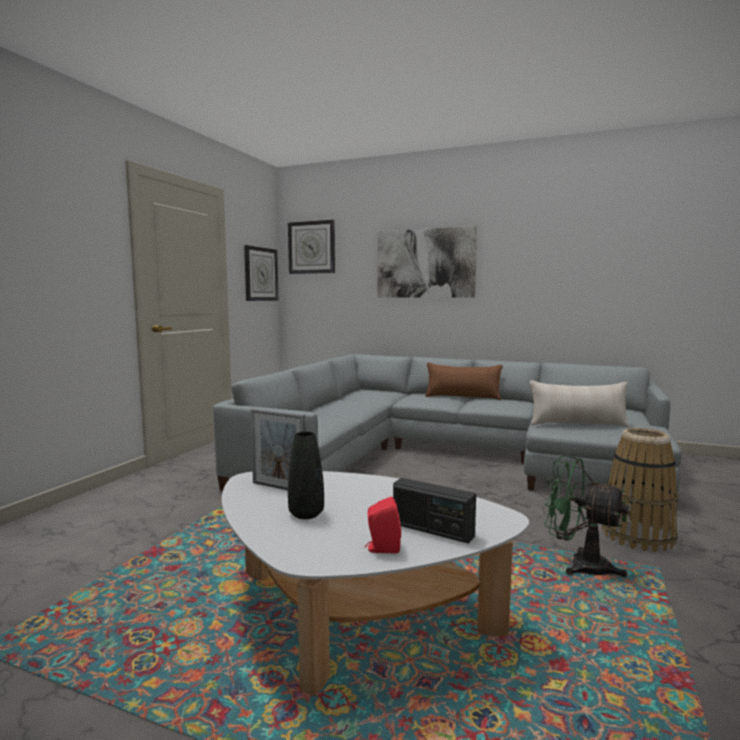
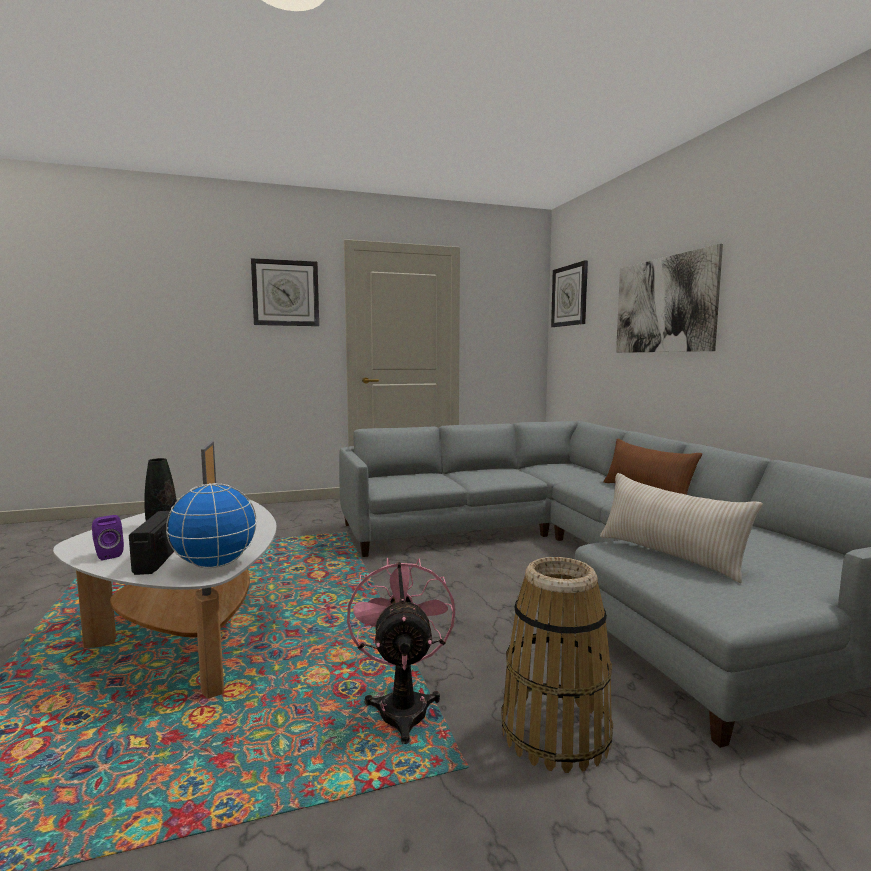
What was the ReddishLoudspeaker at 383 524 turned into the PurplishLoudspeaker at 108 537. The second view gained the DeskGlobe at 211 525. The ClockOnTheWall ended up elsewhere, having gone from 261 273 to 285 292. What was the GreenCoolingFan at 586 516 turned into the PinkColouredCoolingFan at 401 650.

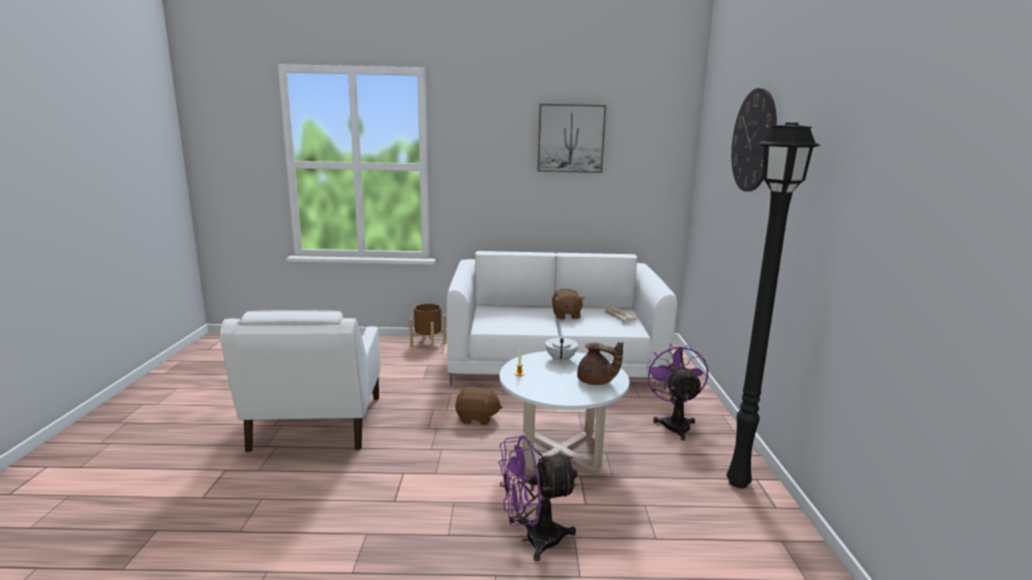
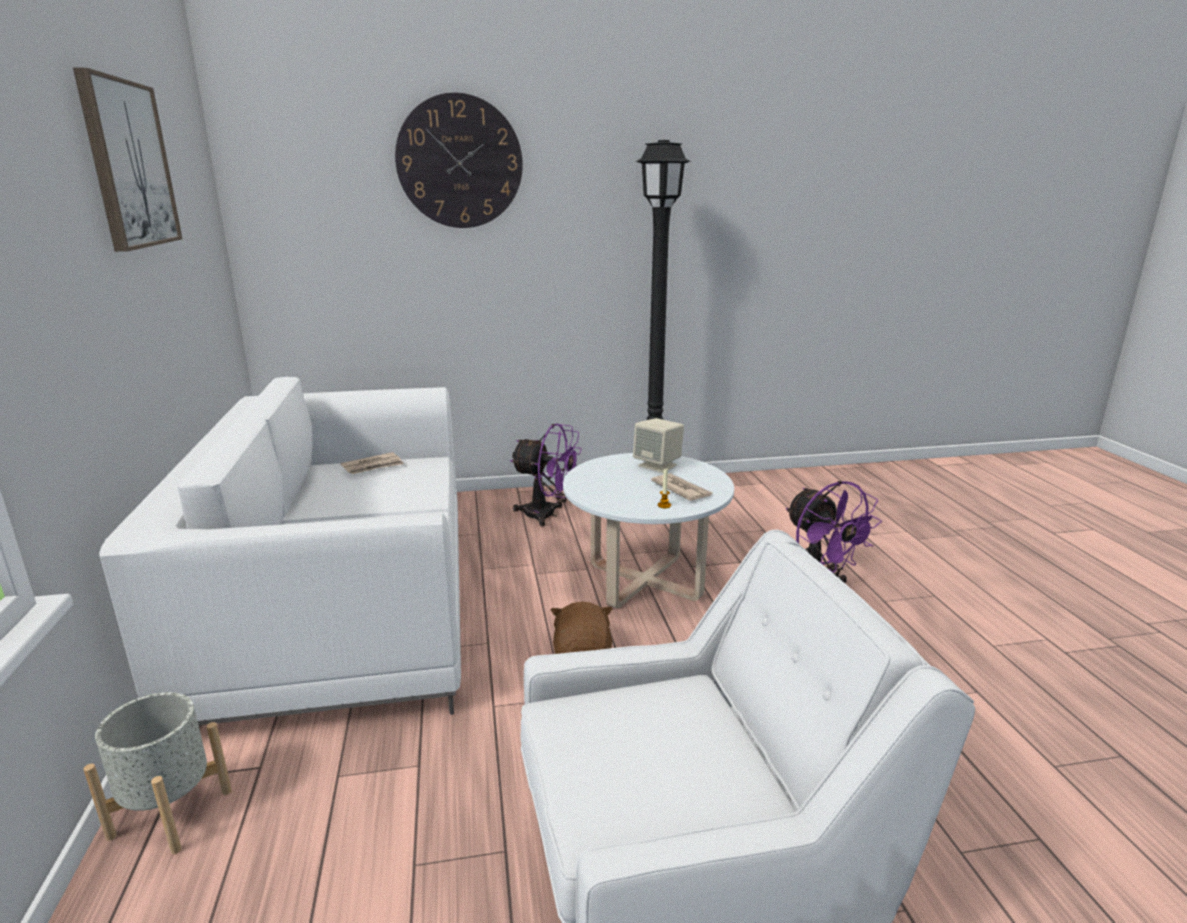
What was the BrownColouredFlowerPot at 427 327 turned into the GreyishFlowerPot at 157 773. The PurplishCoolingFan at 677 392 ended up facing another way, 150 degrees counterclockwise from before. Where the BrownColouredPotForTea stood at 600 363, the BeigeColouredLoudspeaker came to stand at 658 445. The second view gained the Newspaper at 681 487. The second view lost the WhitishPotForTea at 561 349. The second view lost the BrownColouredPlushToy at 568 304.

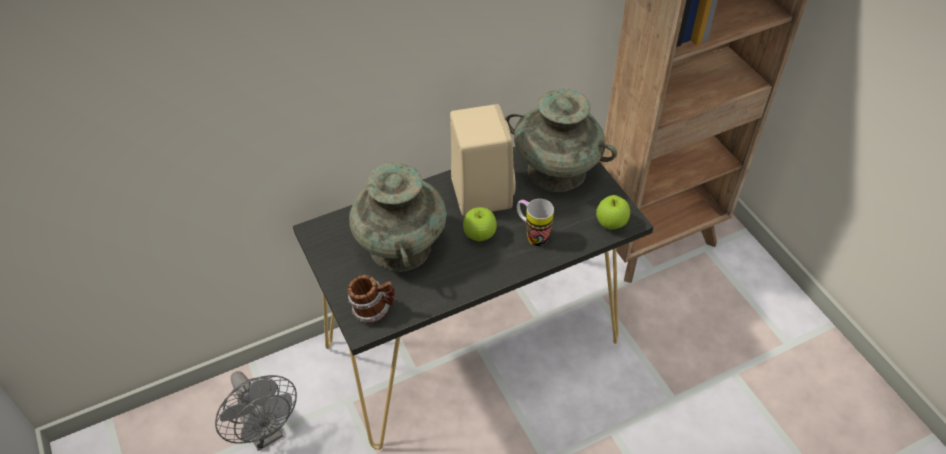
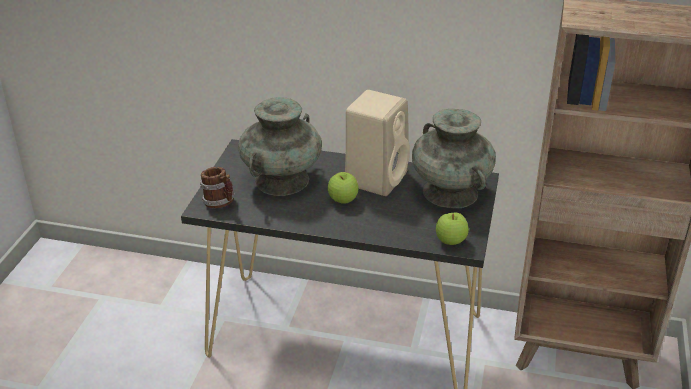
The second view lost the GreyishCoolingFan at 256 411. The second view lost the Mug at 535 222.

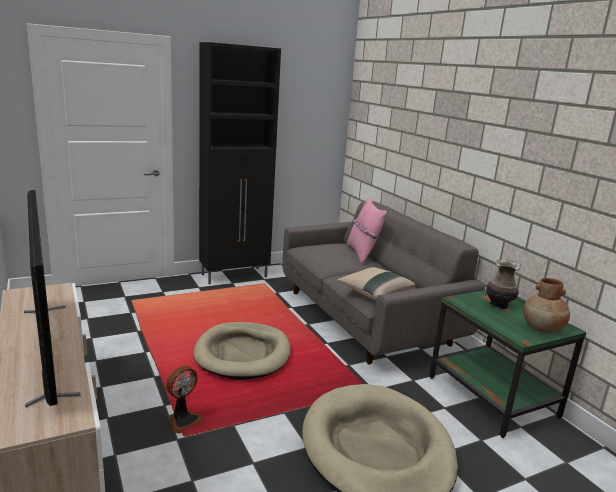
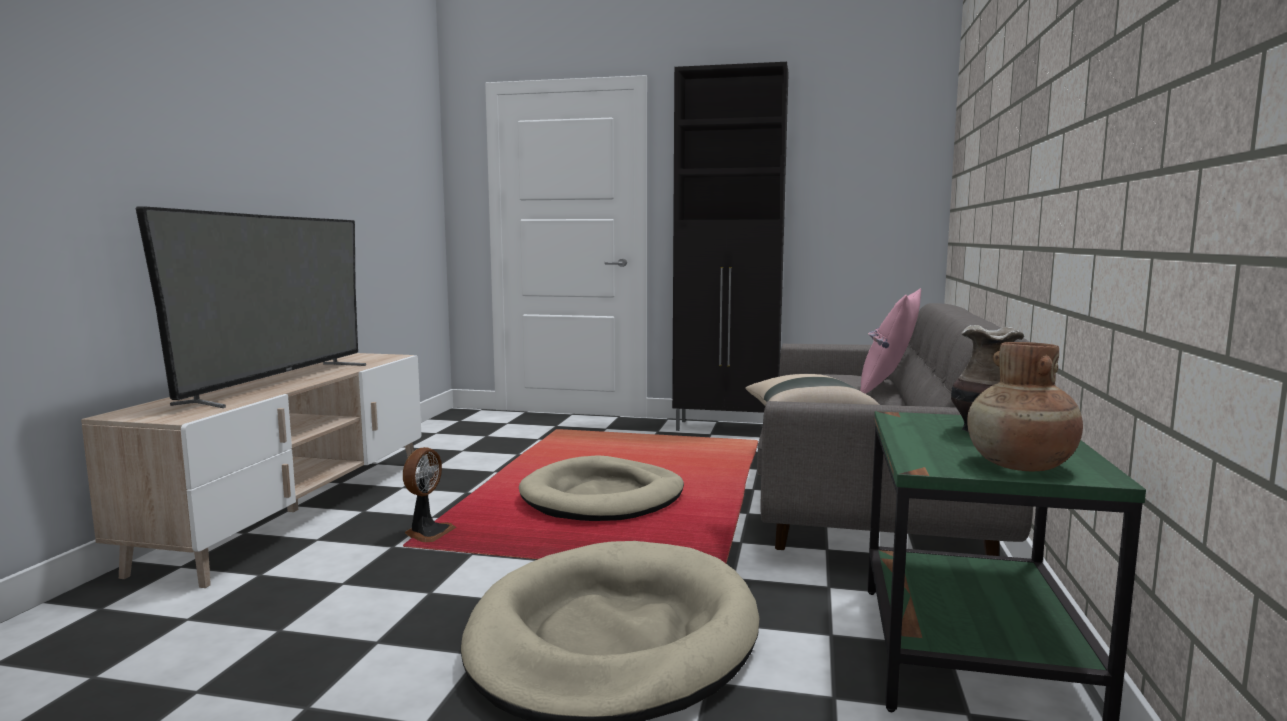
The CoolingFan at 184 399 ended up facing another way, 60 degrees counterclockwise from before.

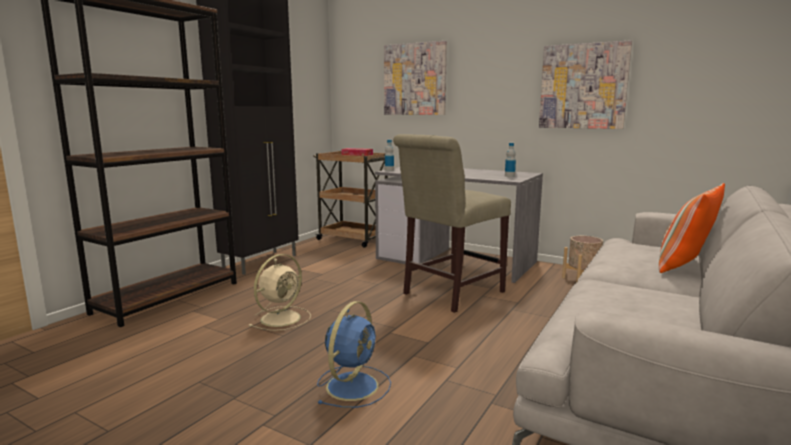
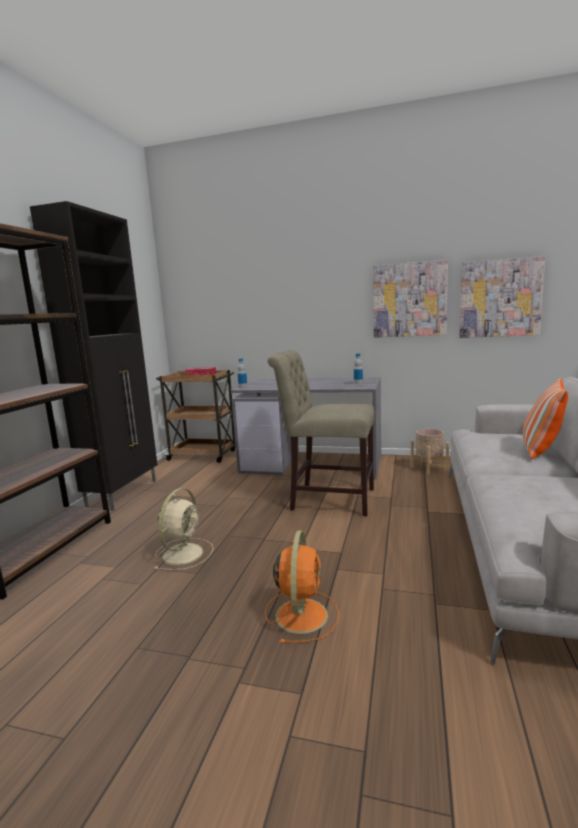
What was the BlueCoolingFan at 354 354 turned into the OrangeyCoolingFan at 302 587. The BeigeColouredPlainChair at 452 223 ended up facing another way, 75 degrees clockwise from before. The WallArt ended up elsewhere, having gone from 415 78 to 502 297.

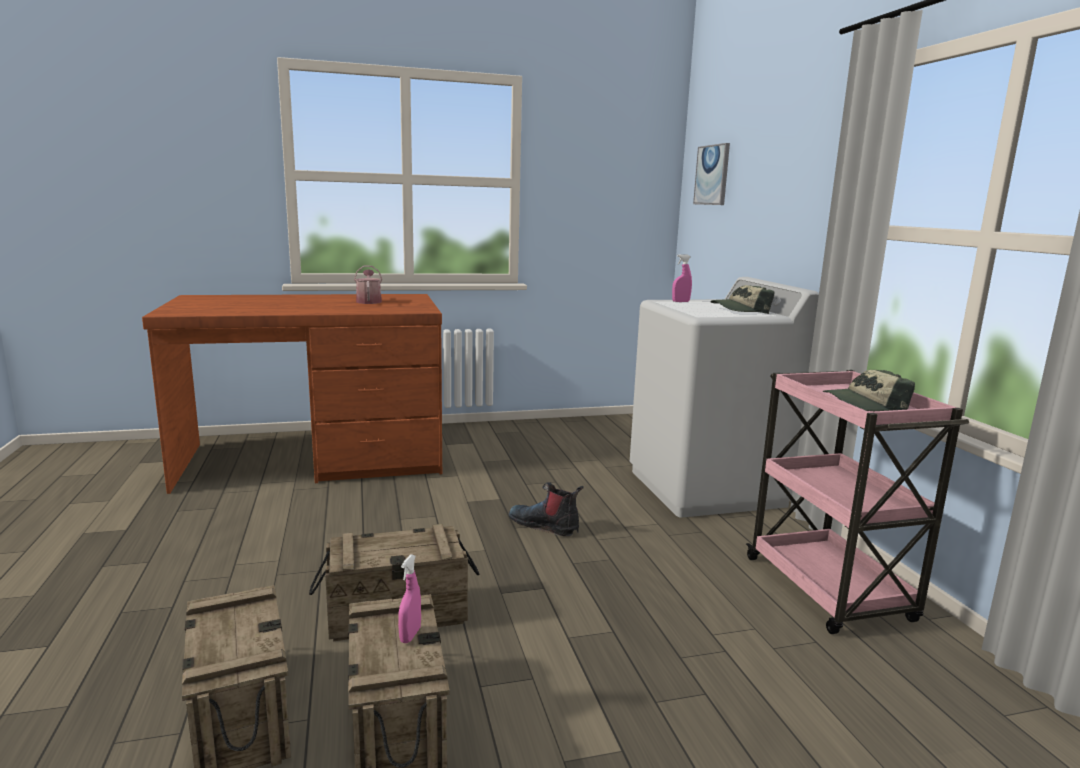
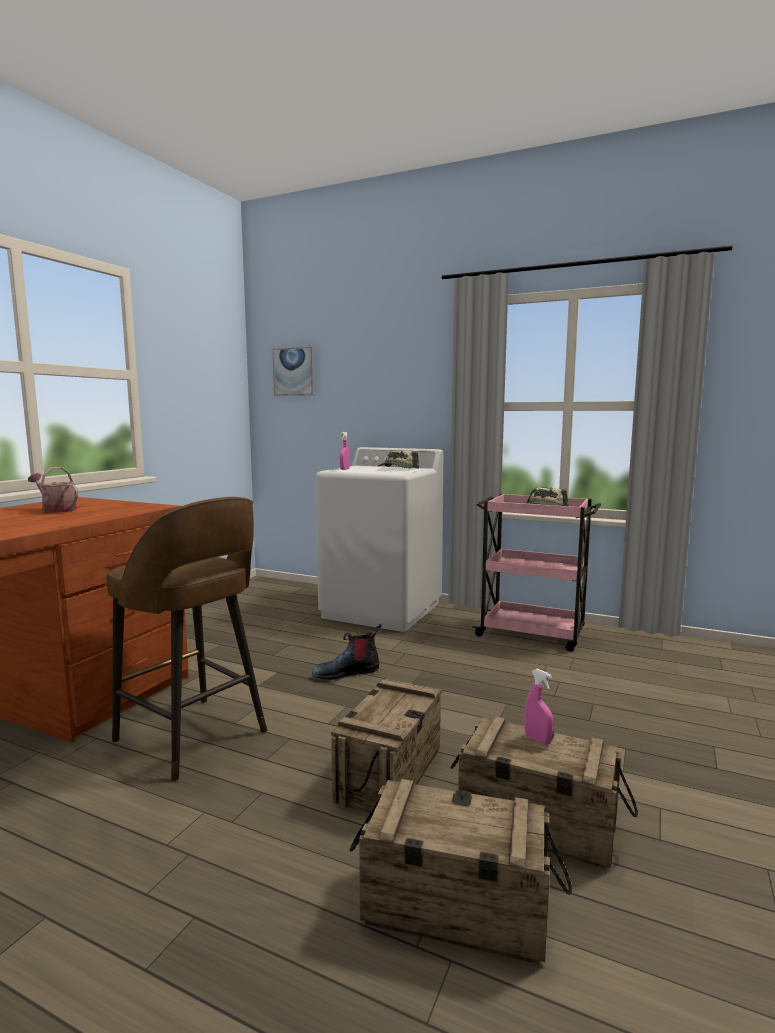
The second view gained the BrownColouredStool at 186 639.

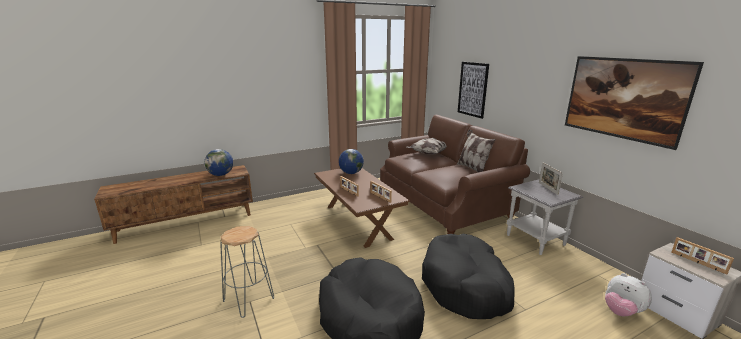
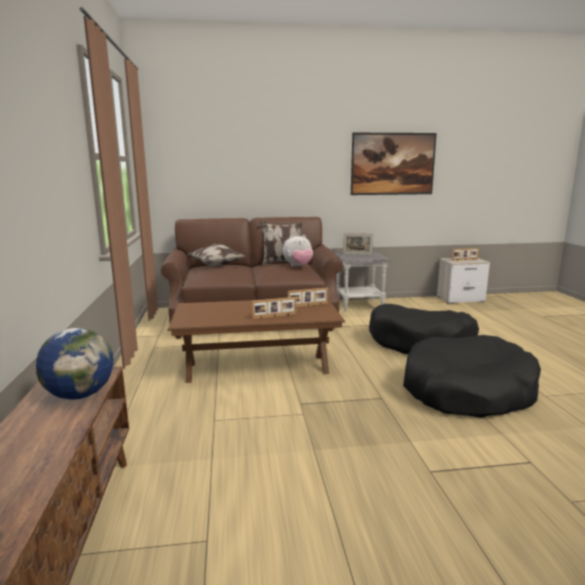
The PlushToy ended up elsewhere, having gone from 628 294 to 298 251. The second view lost the GreyishStool at 247 272. The second view lost the DeskGlobe at 351 161. The second view lost the WallArt at 473 90.

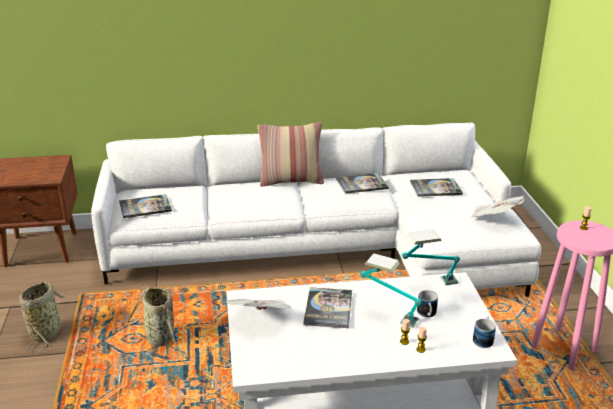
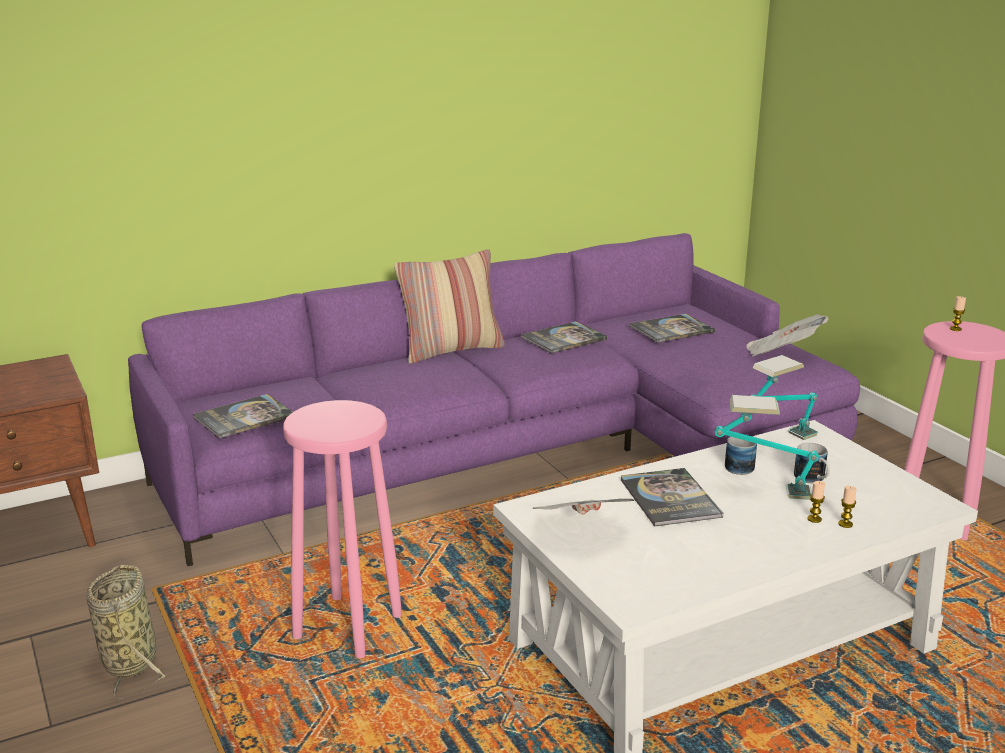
What was the WhitishCouch at 316 210 turned into the PurplishCouch at 494 399. Where the StorageBasket stood at 158 322, the PinkColouredStool came to stand at 342 529. The Mug ended up elsewhere, having gone from 484 332 to 741 453.

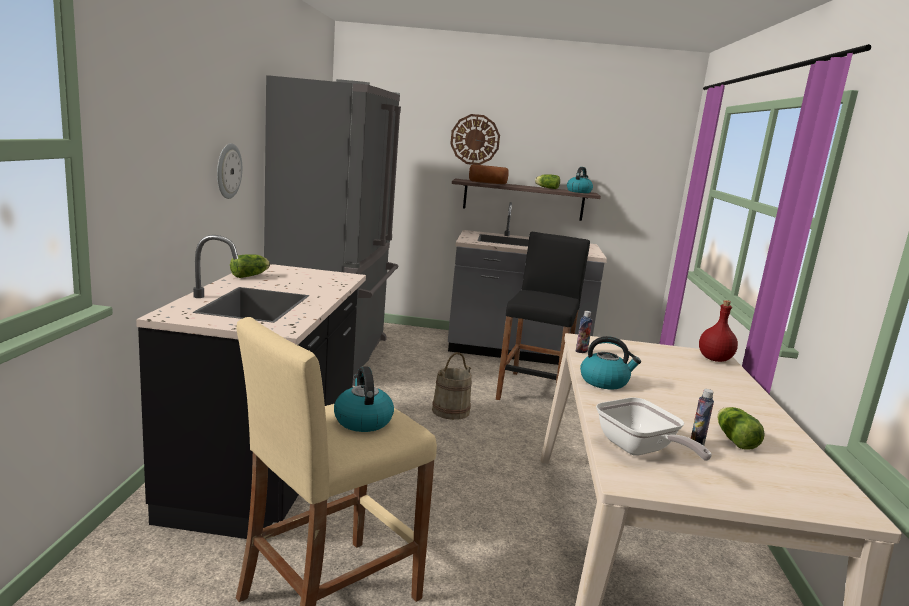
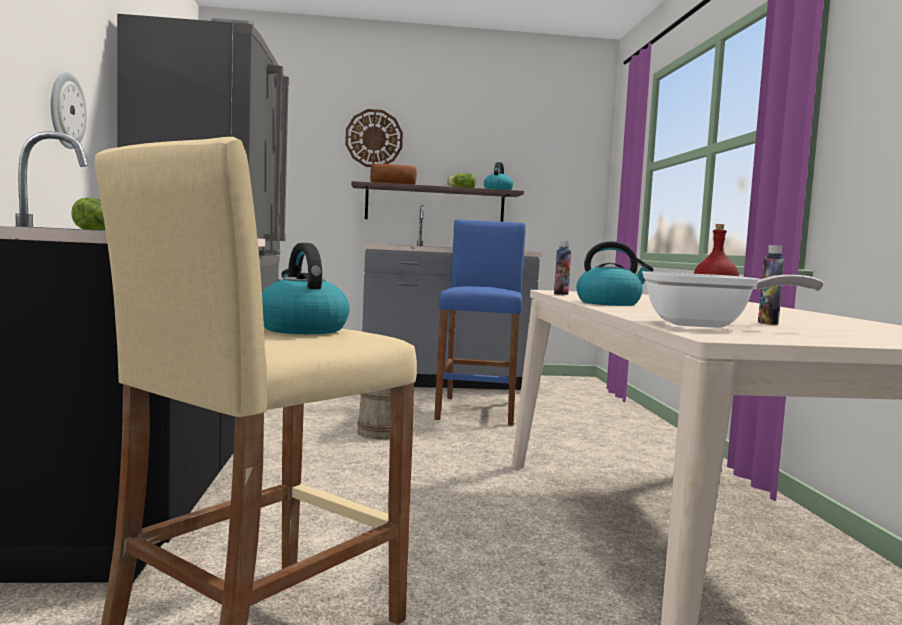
What was the BlackColouredStool at 543 316 turned into the BlueStool at 480 322. The FryingPan at 654 429 ended up facing another way, 45 degrees counterclockwise from before. The second view lost the HeadOfLettuce at 741 428.

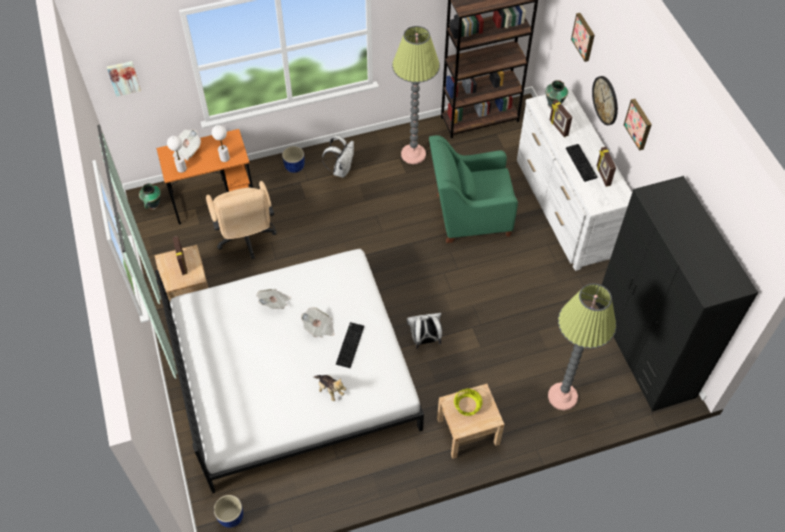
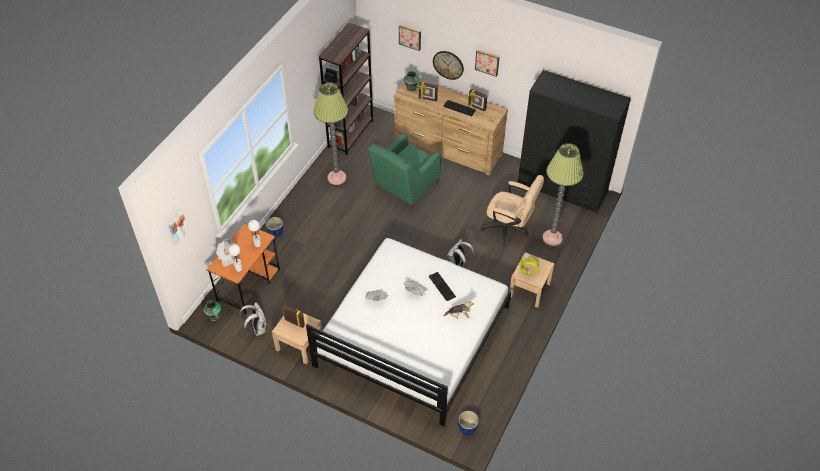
The WhitishRucksack ended up elsewhere, having gone from 338 156 to 252 319. What was the WhitishDrawerChest at 574 180 turned into the BrownColouredDrawerChest at 451 127. The BeigeColouredComputerChair ended up elsewhere, having gone from 241 220 to 512 210.

